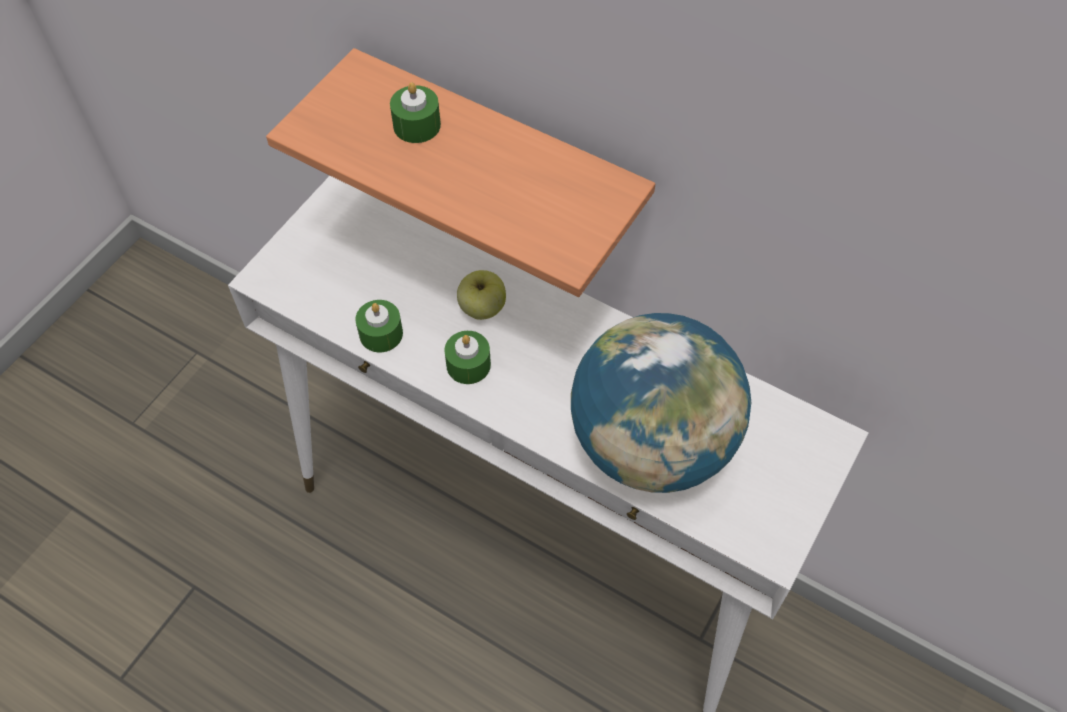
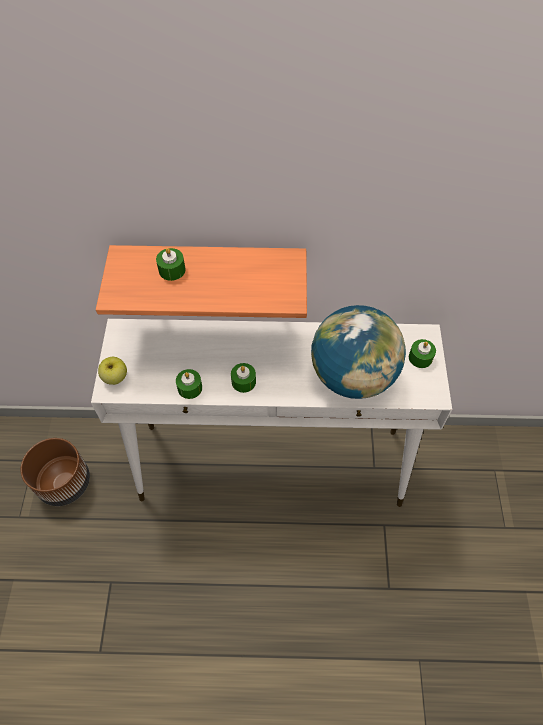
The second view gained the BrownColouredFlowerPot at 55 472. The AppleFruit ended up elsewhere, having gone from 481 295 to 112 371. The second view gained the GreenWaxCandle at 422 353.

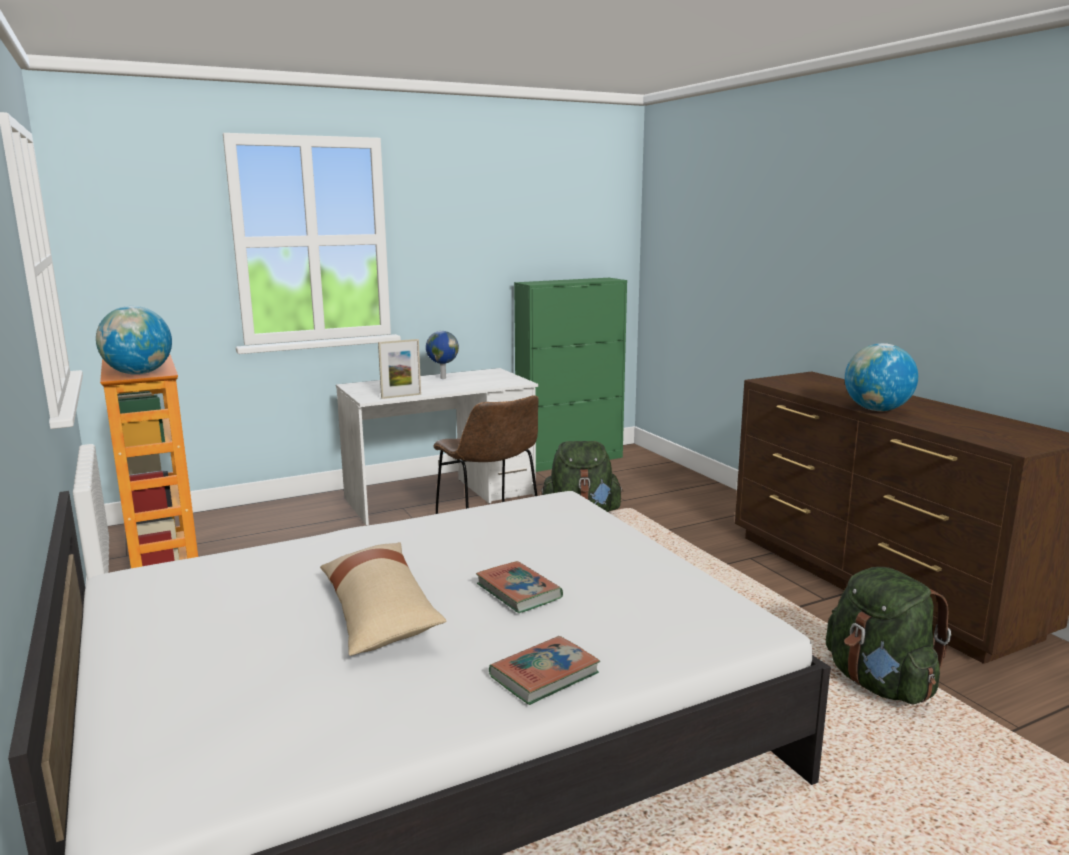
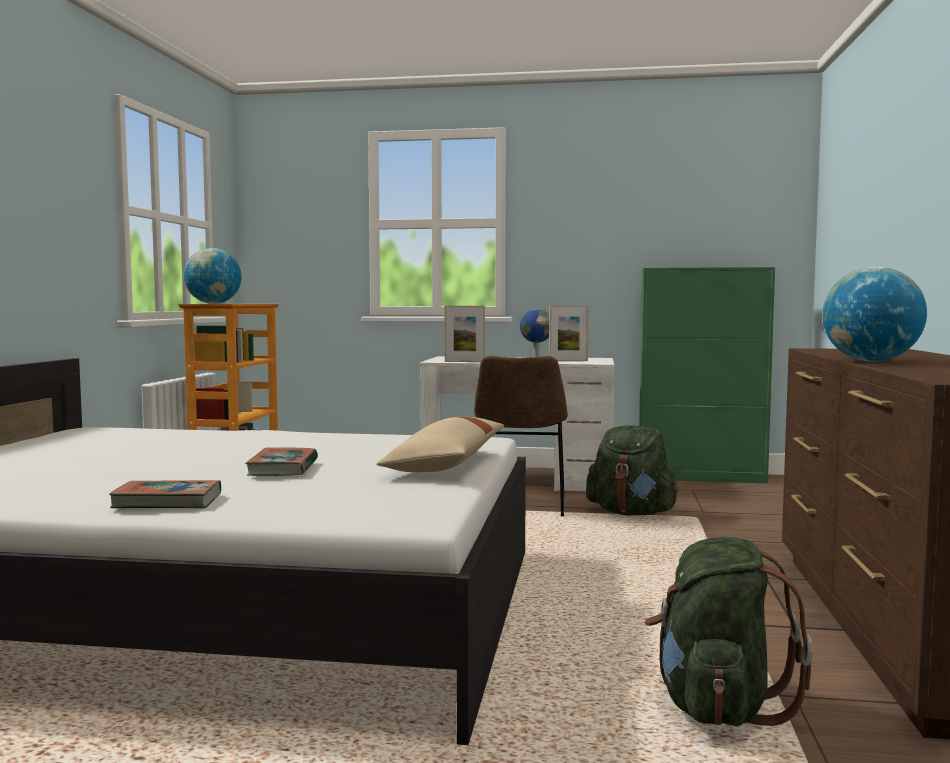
The BeigeColouredThrowPillow ended up elsewhere, having gone from 383 599 to 440 444. The second view gained the PhotoFrame at 569 333.

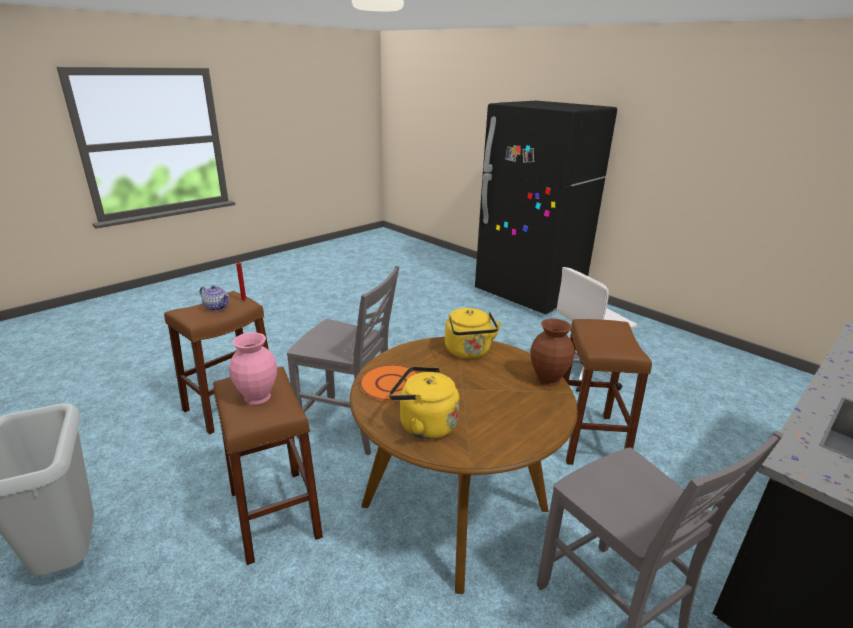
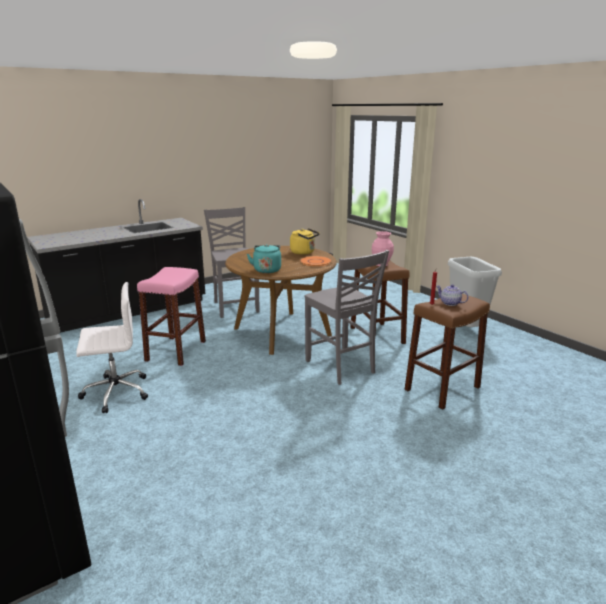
What was the BrownColouredStool at 607 392 turned into the PinkColouredStool at 171 316. What was the YellowColouredTeaKettle at 473 333 turned into the TurquoiseTeaKettle at 264 258. The GreyishPlainChair at 343 360 ended up facing another way, 150 degrees counterclockwise from before. The second view lost the BrownColouredFlowerVase at 552 352.

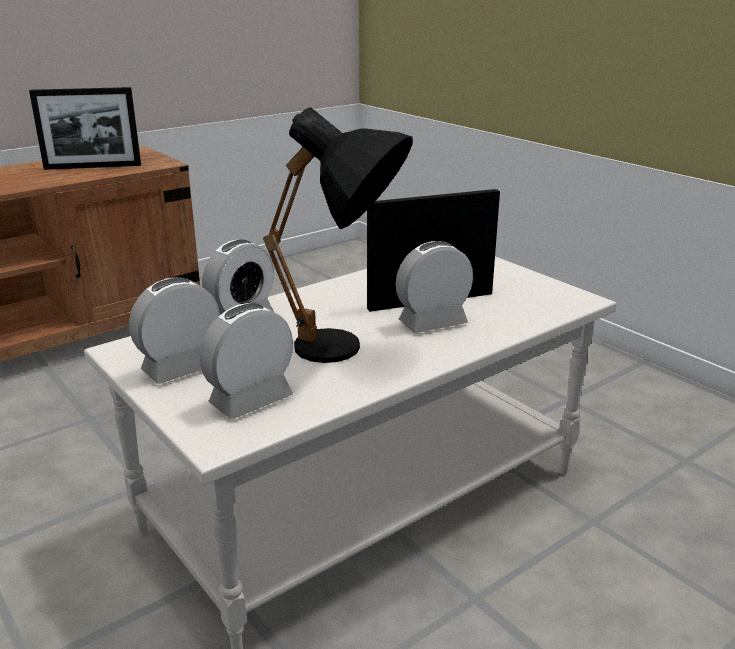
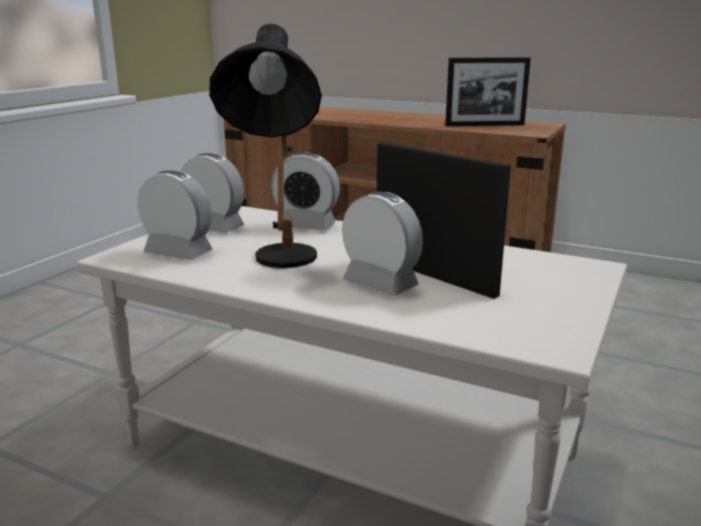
The PhotoFrame at 85 128 ended up facing another way, 60 degrees counterclockwise from before.

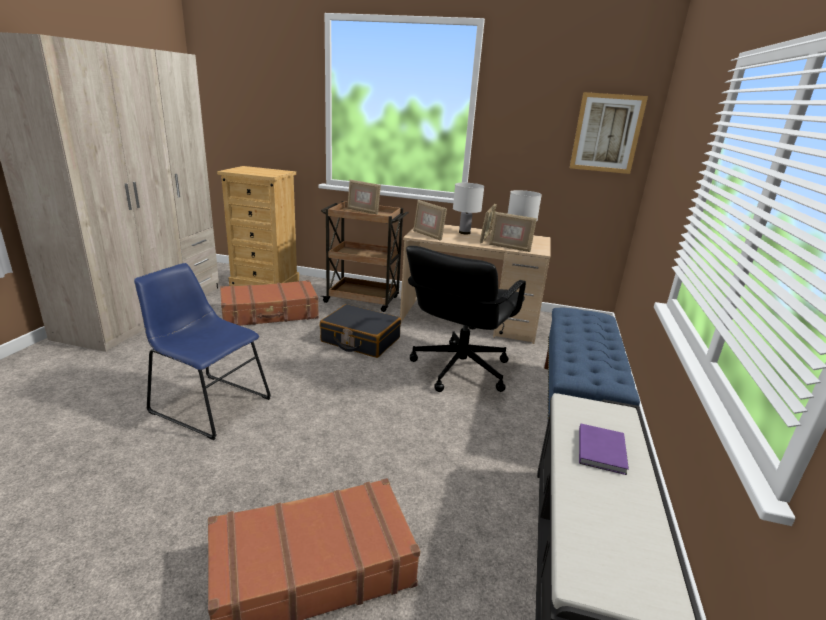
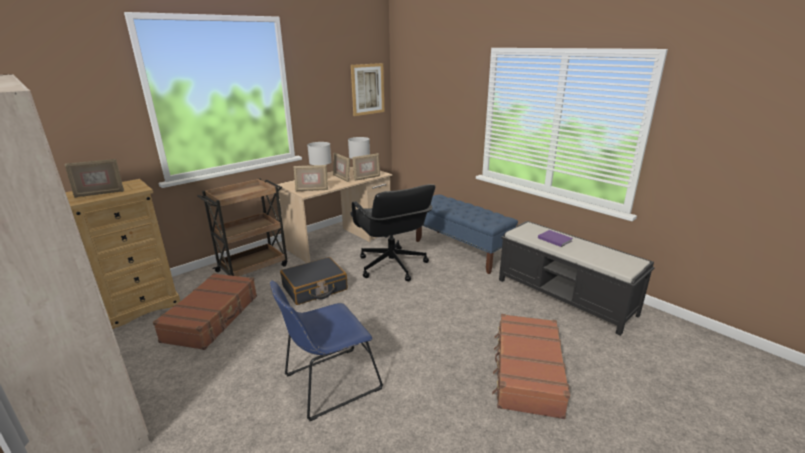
The PhotoFrame ended up elsewhere, having gone from 364 197 to 94 178.

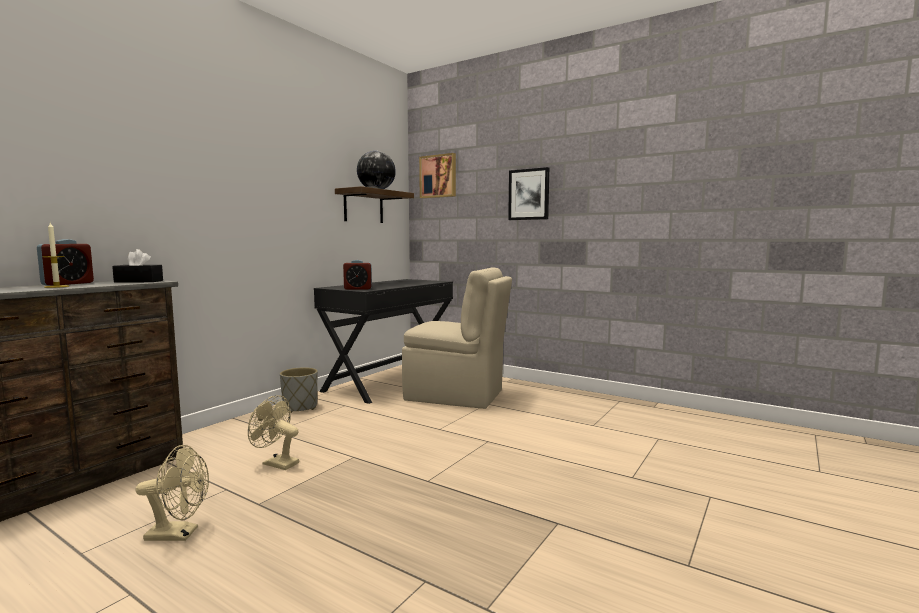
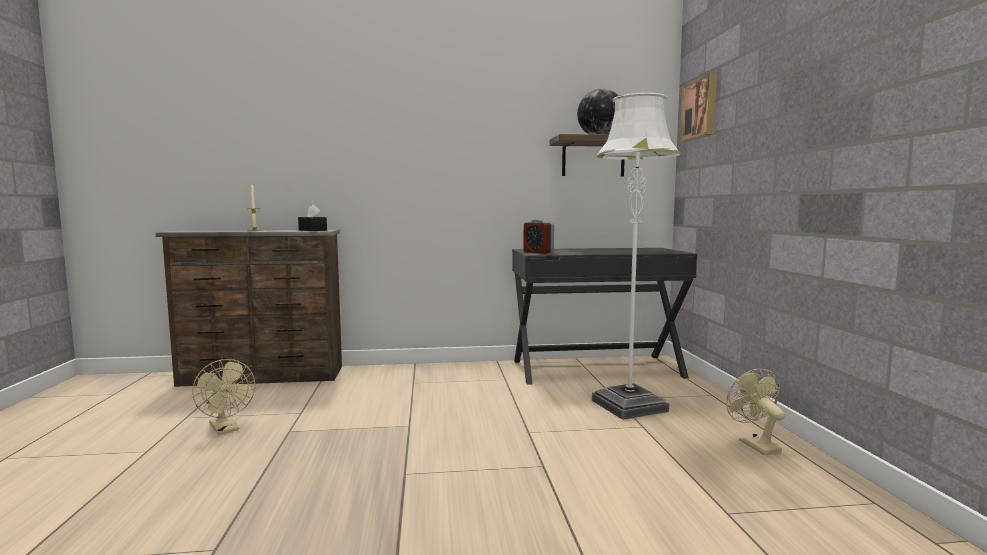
Where the BeigeColouredPlainChair stood at 457 338, the WhitishFloorLamp came to stand at 636 256. The BeigeColouredCoolingFan ended up elsewhere, having gone from 273 432 to 755 412. The second view lost the BedsideClock at 65 262. The second view lost the GreyishFlowerPot at 299 390. The second view lost the WallArt at 528 193.

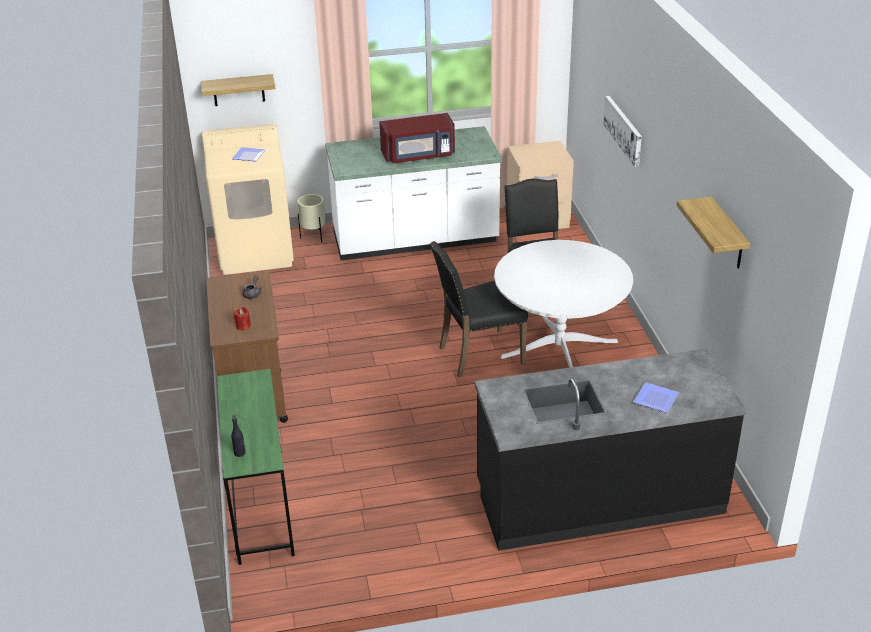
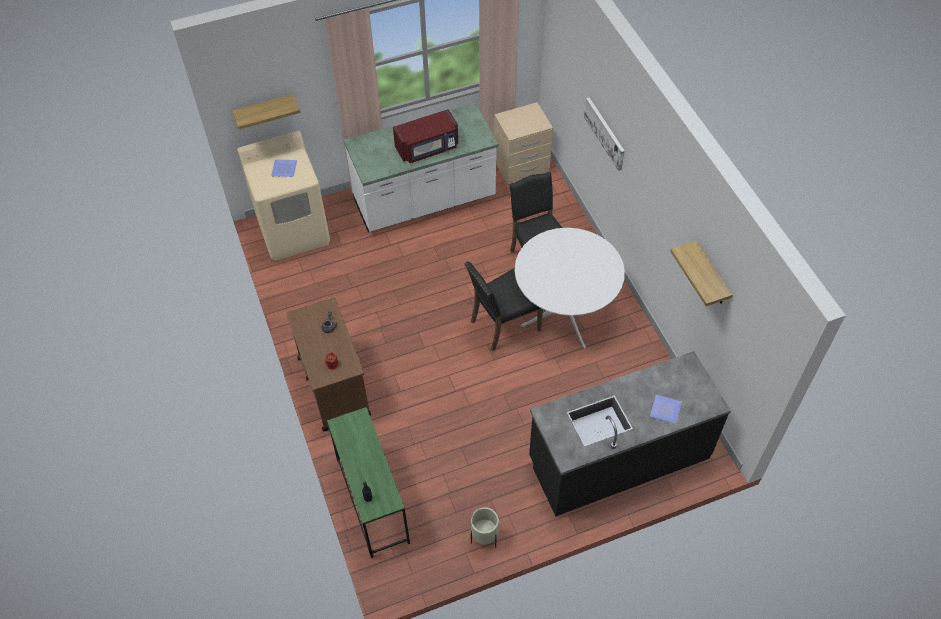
The BeigeColouredFlowerPot ended up elsewhere, having gone from 311 218 to 485 527.

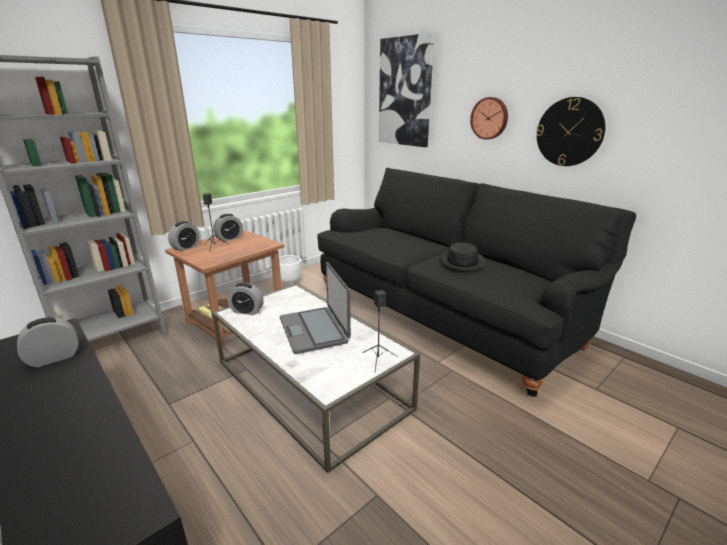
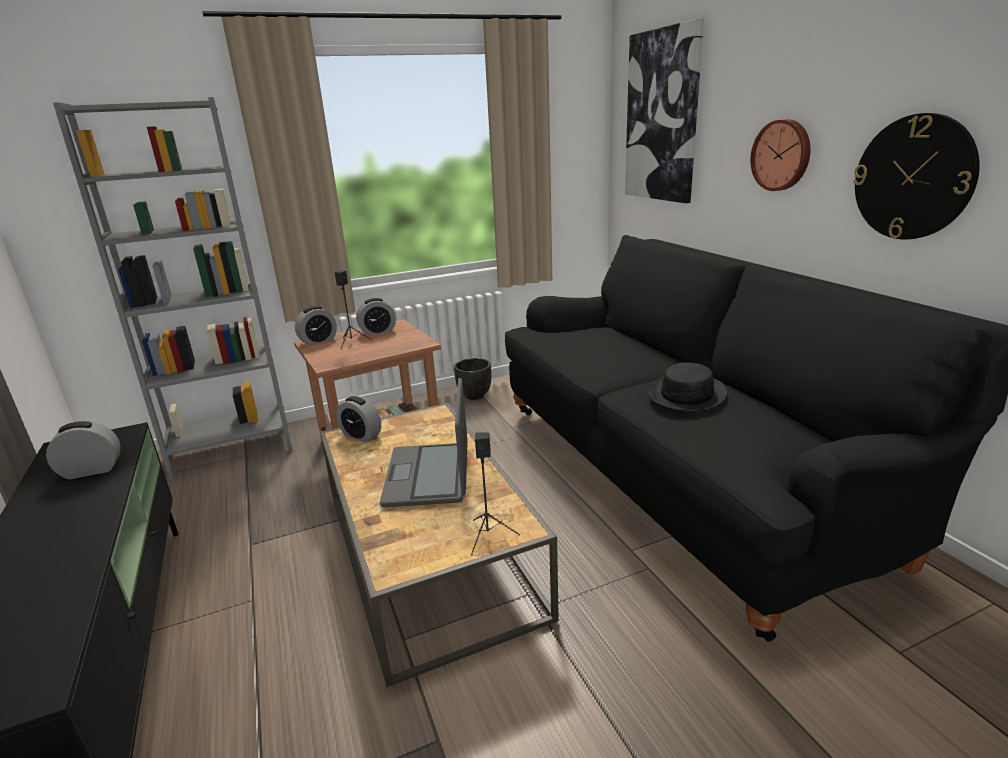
What was the WhitishLowTable at 316 378 turned into the BrownColouredLowTable at 439 545. What was the WhitishFlowerPot at 290 270 turned into the BlackColouredFlowerPot at 472 379.

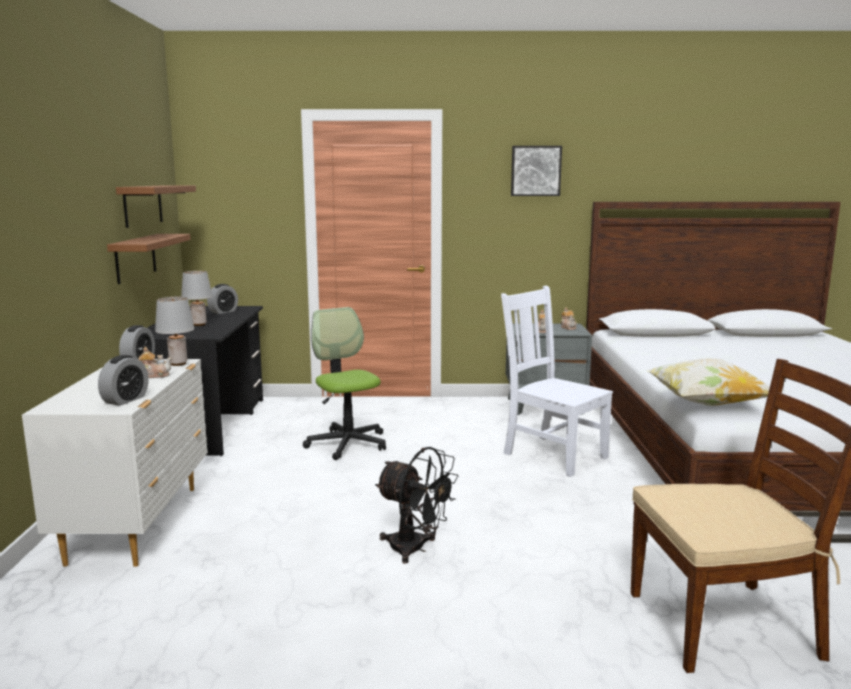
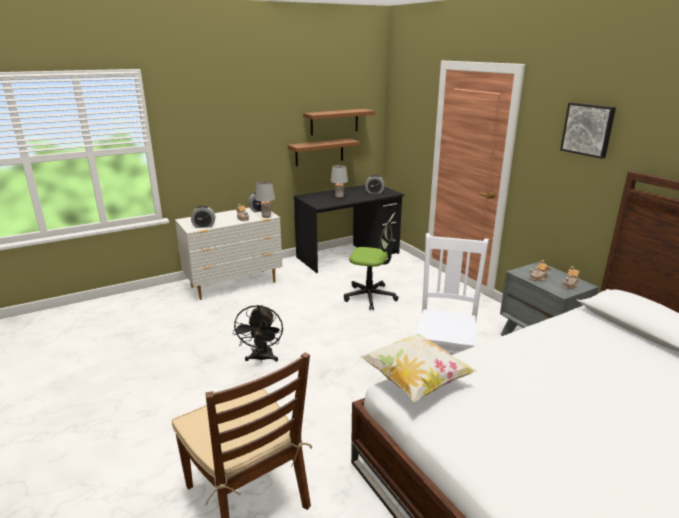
The ComputerChair at 344 383 ended up facing another way, 75 degrees clockwise from before.

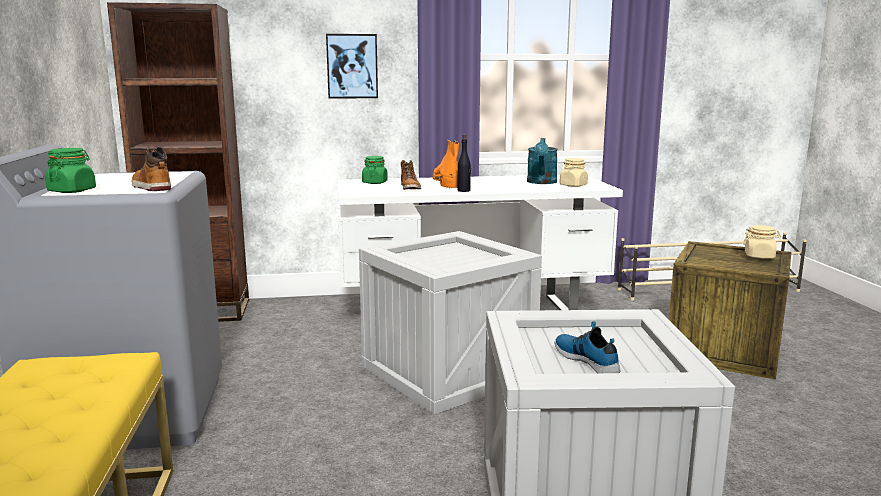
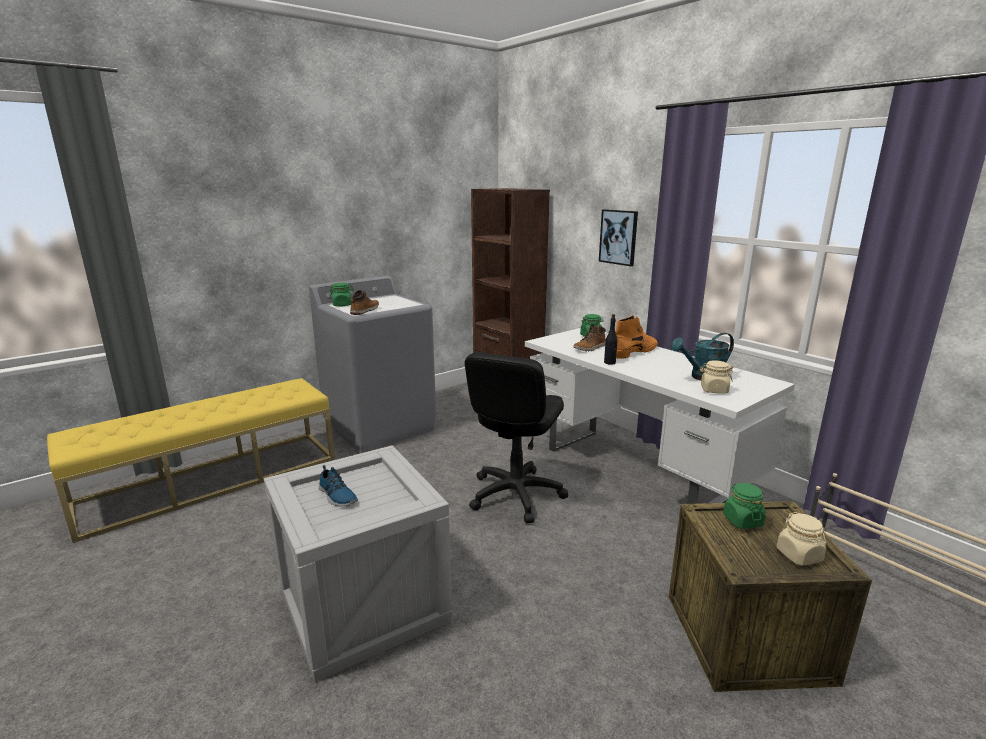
The Shoe at 587 347 ended up facing another way, 105 degrees clockwise from before. Where the ShippingCrate stood at 450 323, the BlackColouredComputerChair came to stand at 516 437. The second view gained the GreenStorageJar at 744 506.

